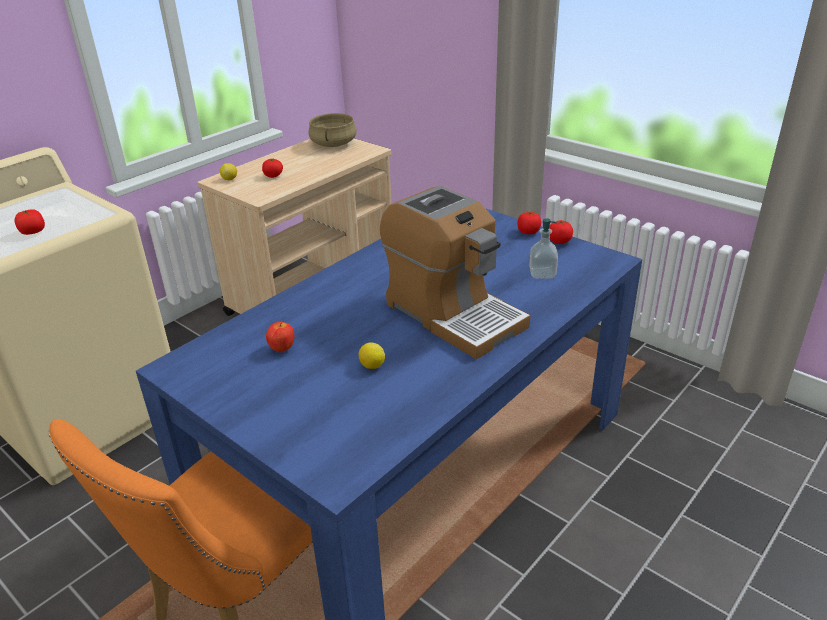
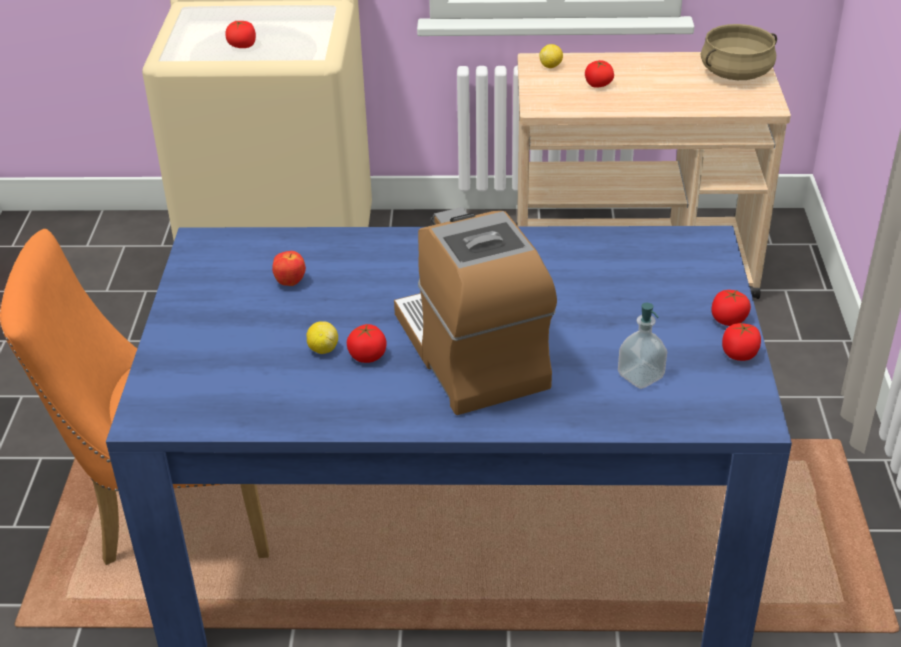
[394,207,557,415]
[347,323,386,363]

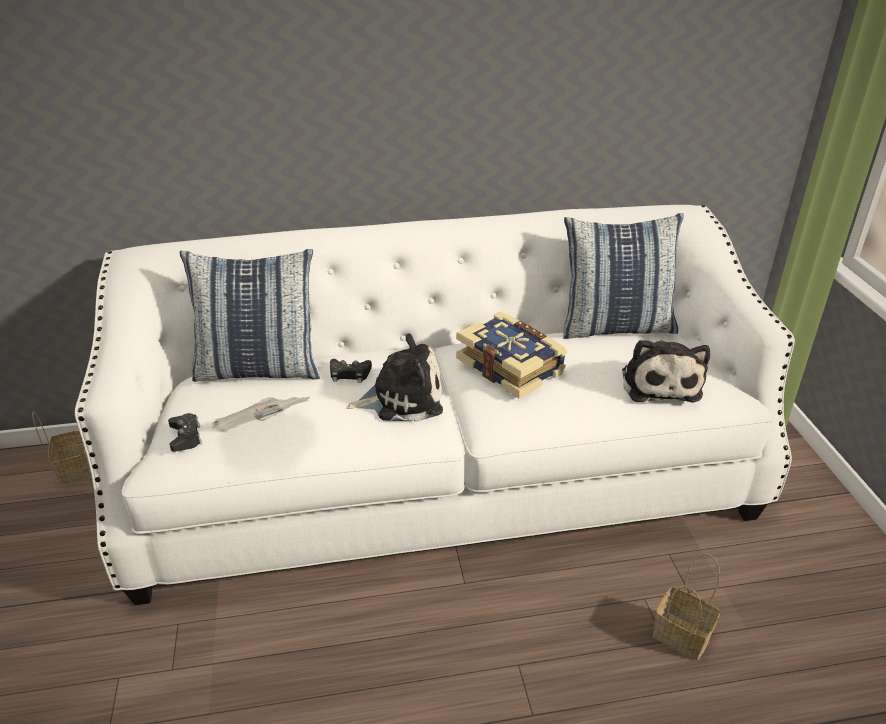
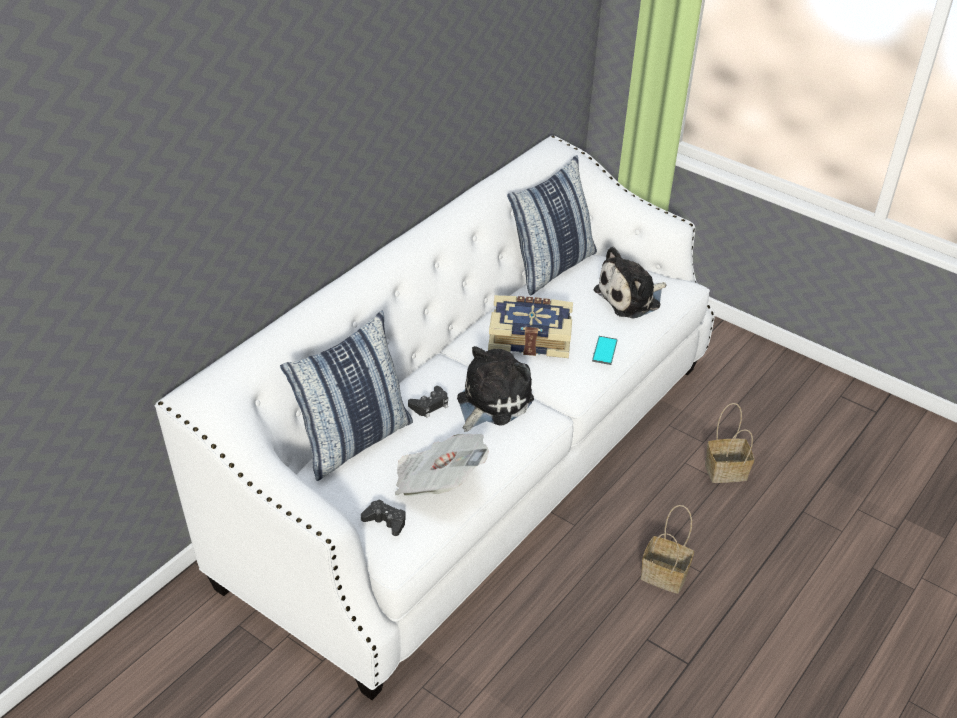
[593,247,666,318]
[641,505,694,594]
[592,336,618,365]

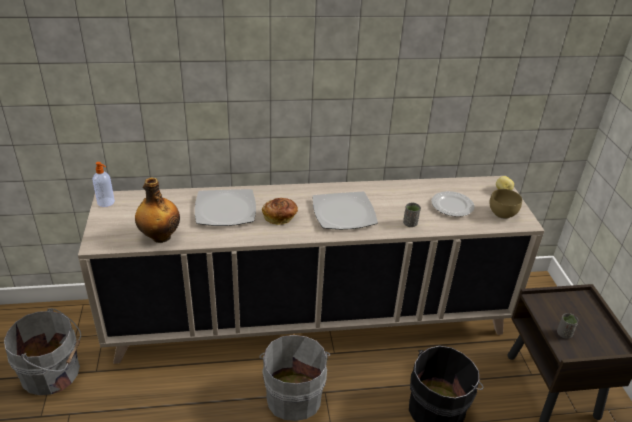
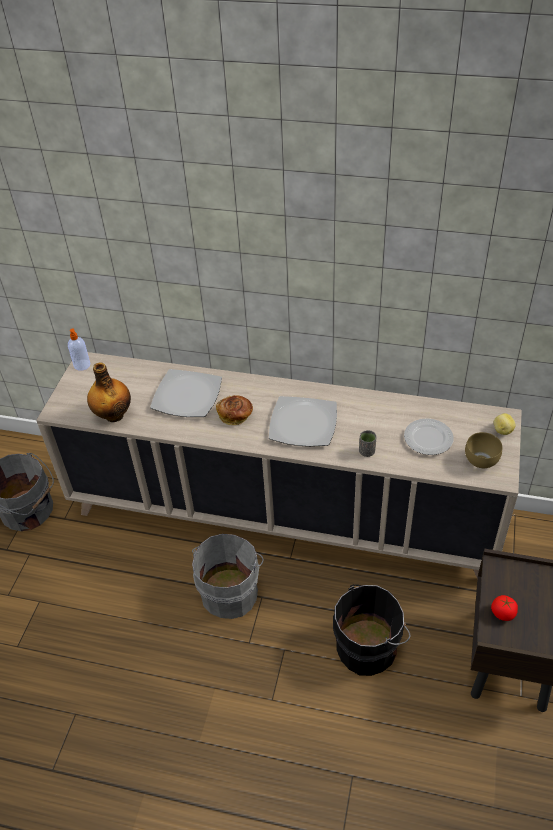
[491,595,518,621]

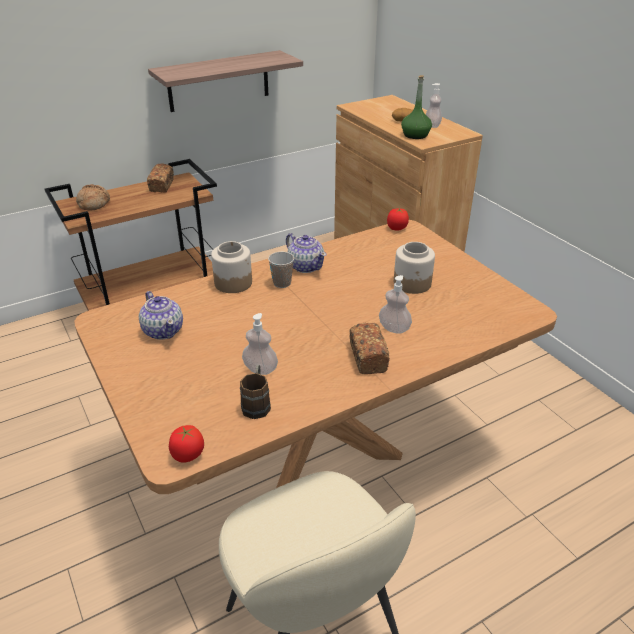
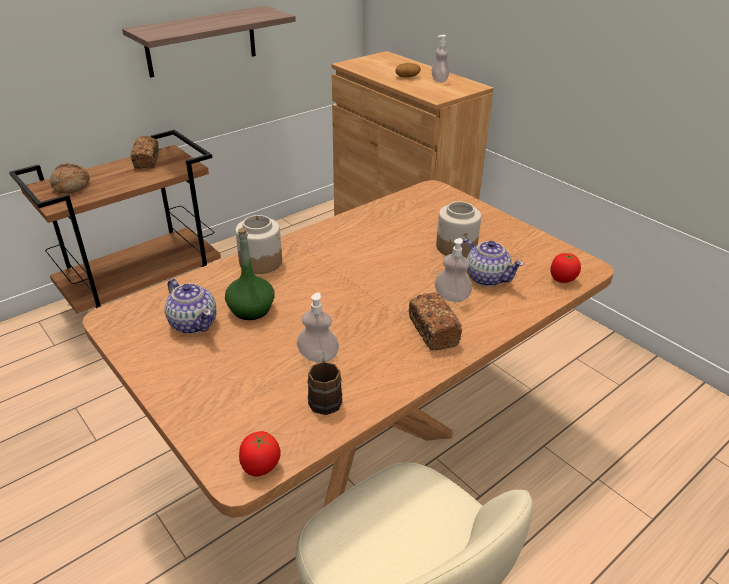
[225,228,274,320]
[551,253,581,283]
[461,239,524,287]
[268,252,294,288] (first image)

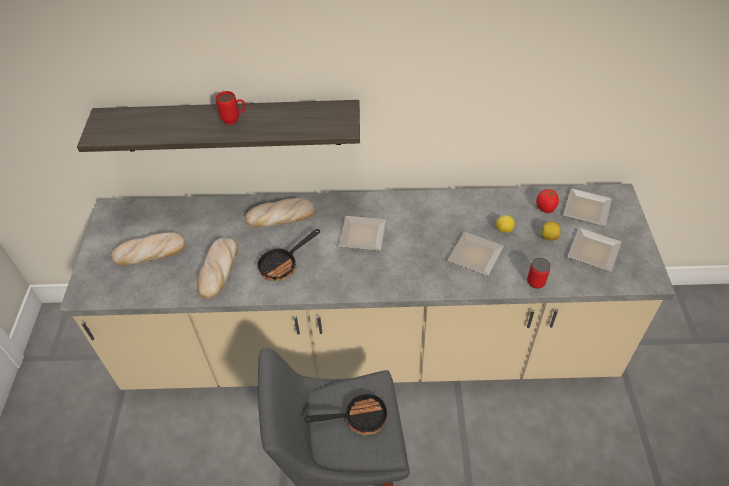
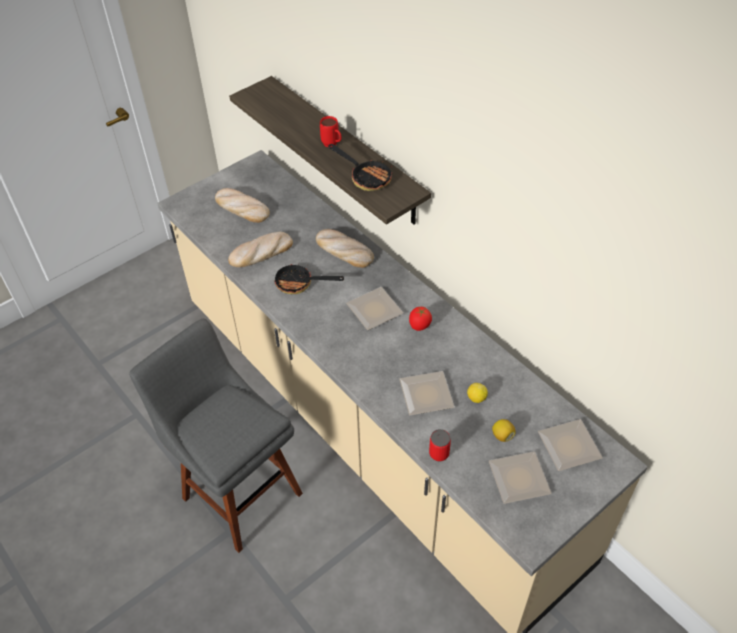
[409,307,432,331]
[328,144,392,191]

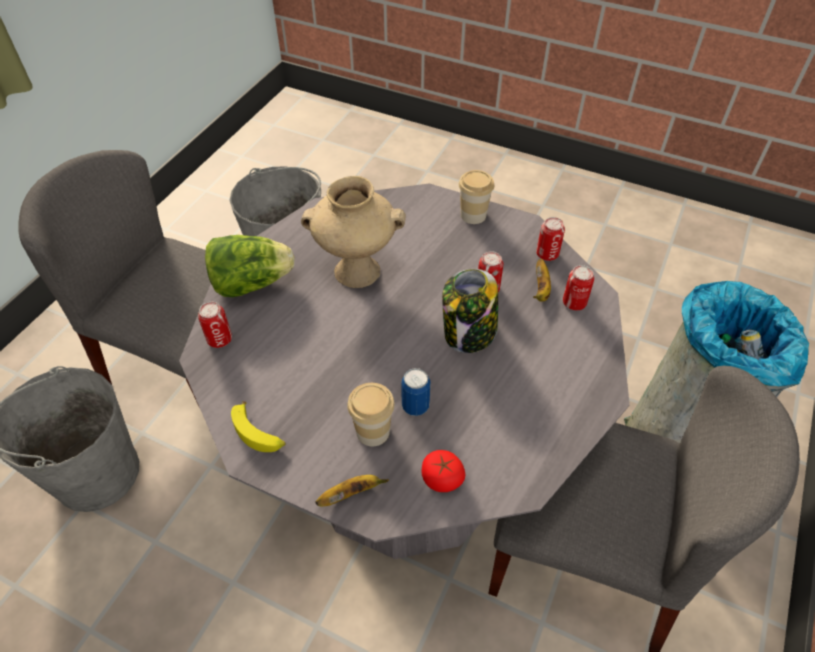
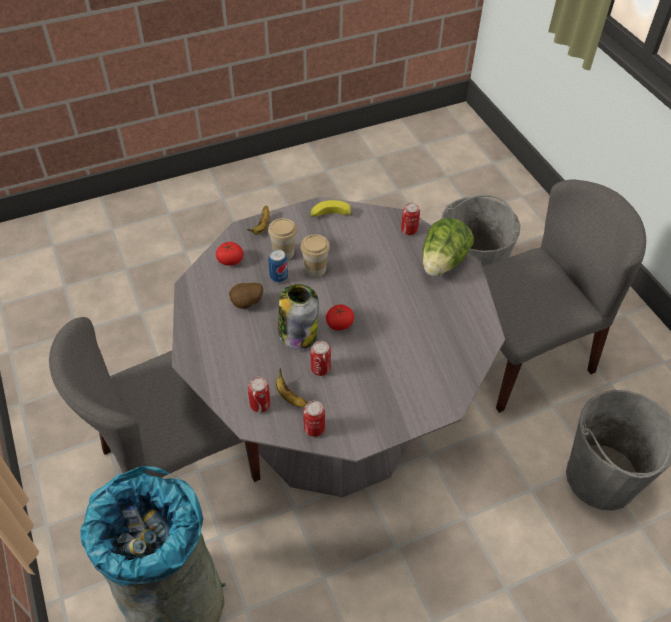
[300,234,330,277]
[301,176,406,288] (first image)
[229,283,263,309]
[326,305,354,331]

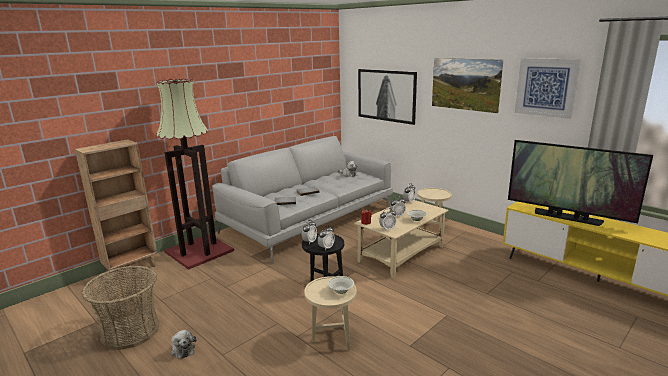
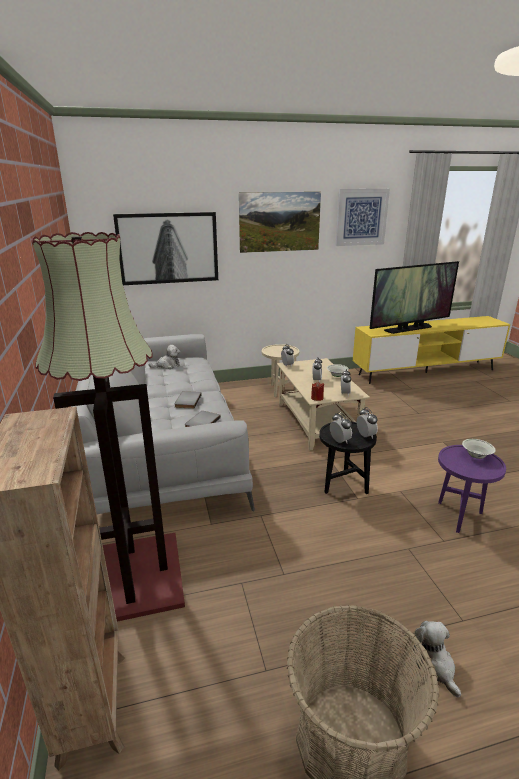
[438,445,506,533]
[413,621,461,698]

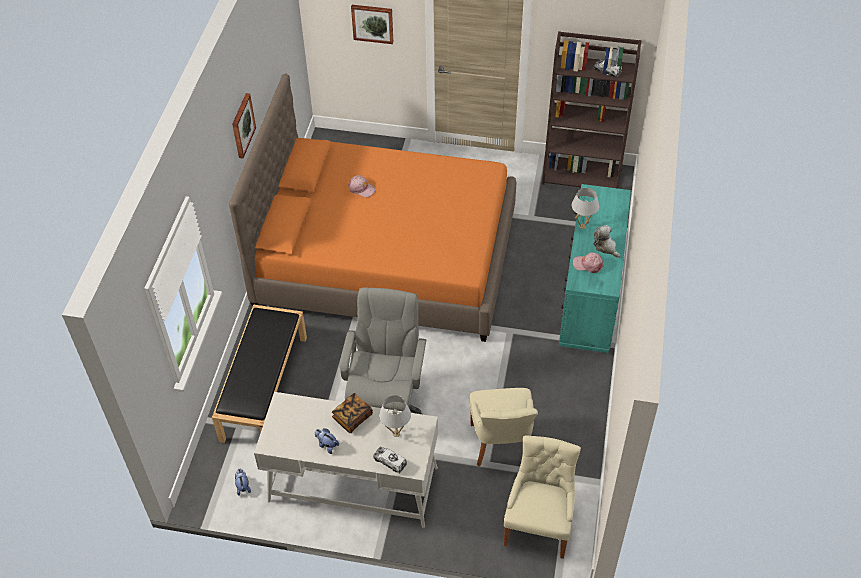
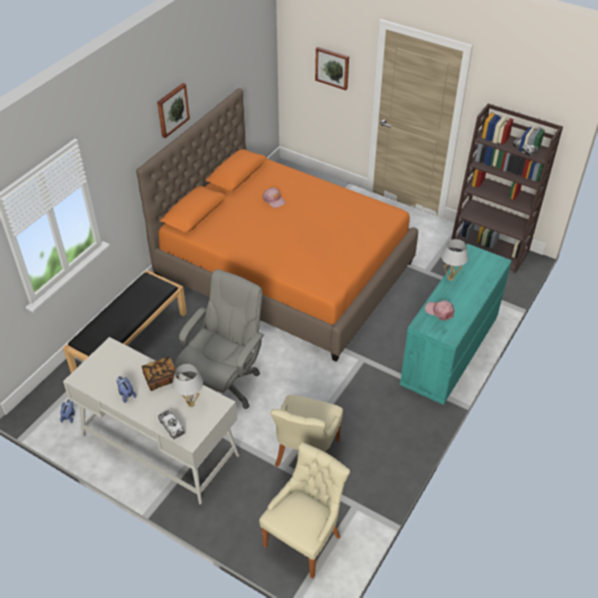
[593,225,620,258] (first image)

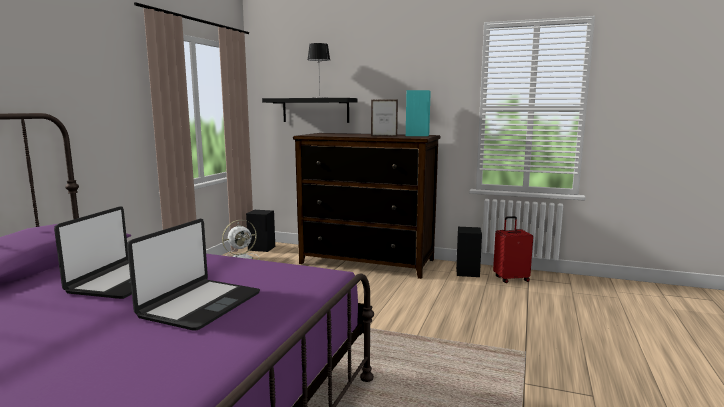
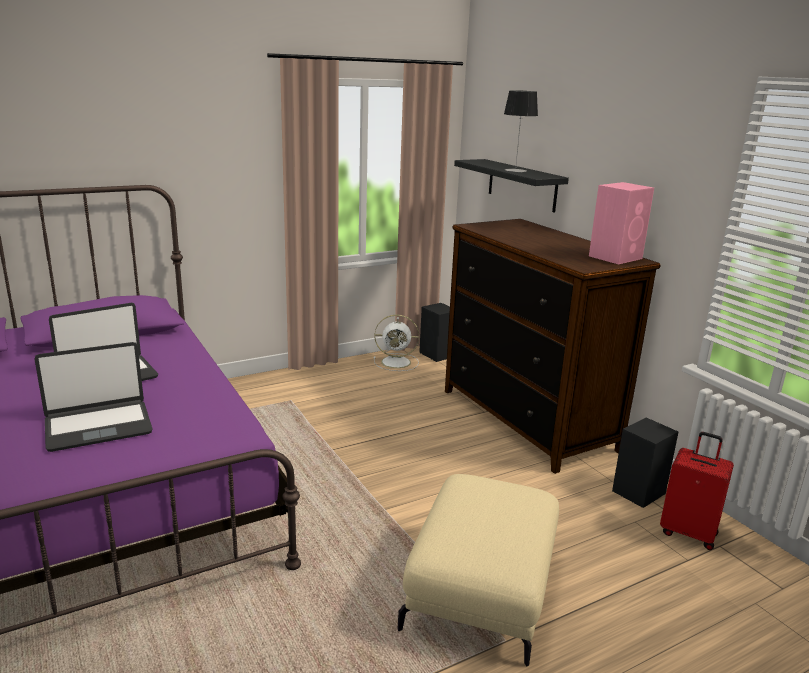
[589,182,654,265]
[371,100,398,137] (first image)
[397,474,559,666]

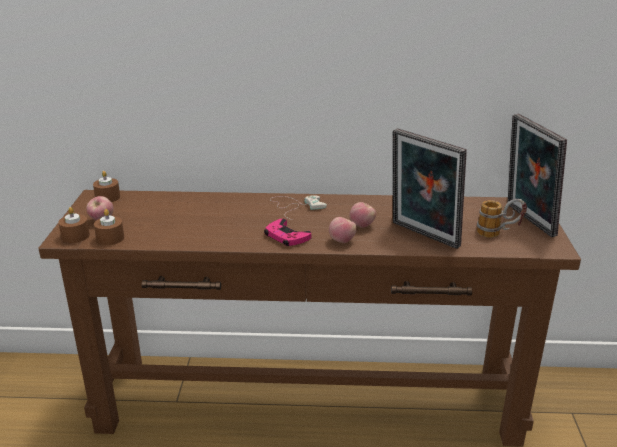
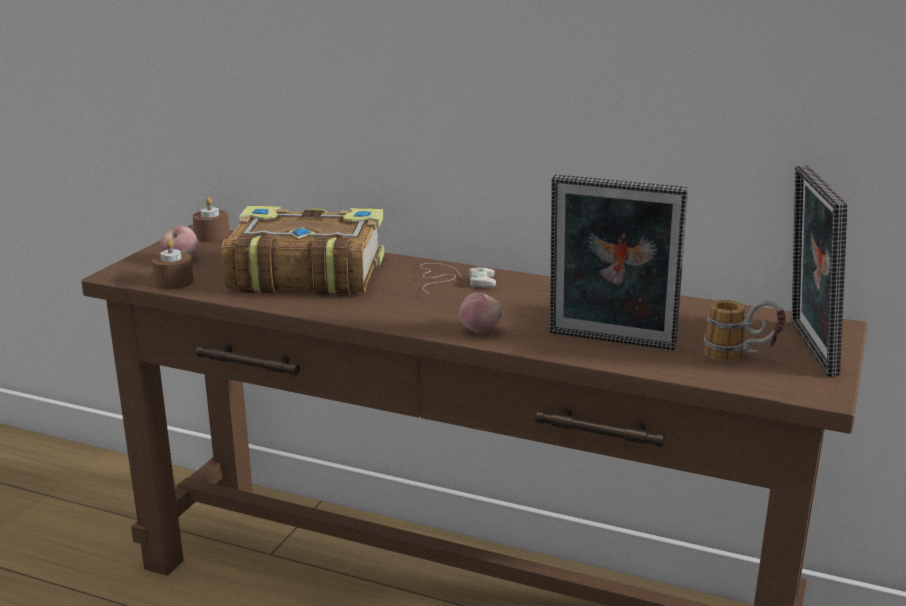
[550,175,688,350]
[349,202,376,228] (first image)
[58,207,90,243] (first image)
[264,218,311,246] (first image)
[222,206,384,296]

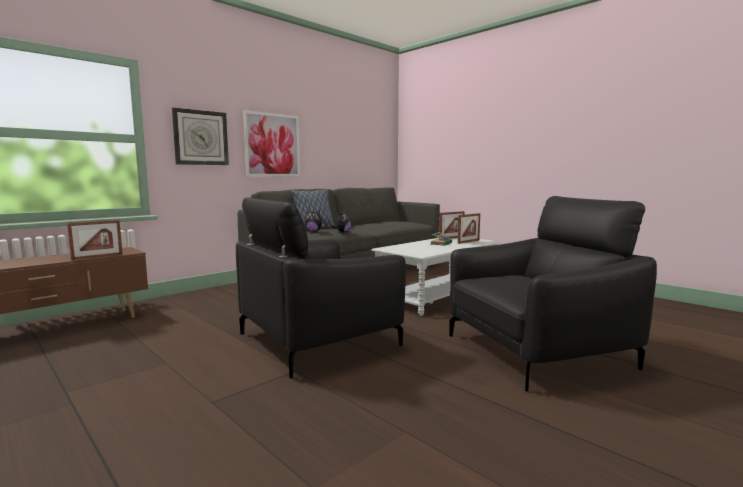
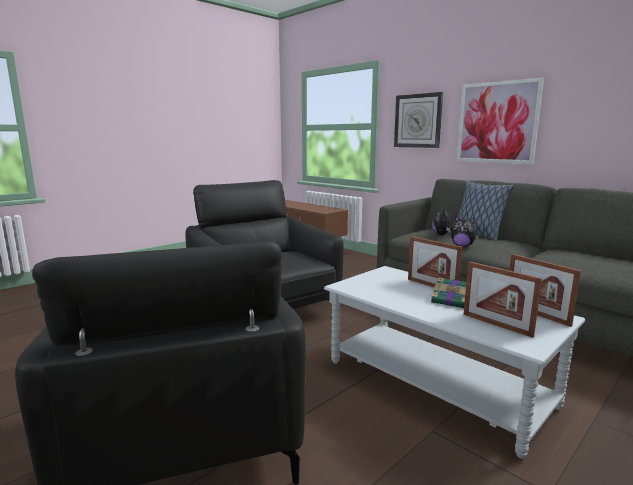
[408,236,462,287]

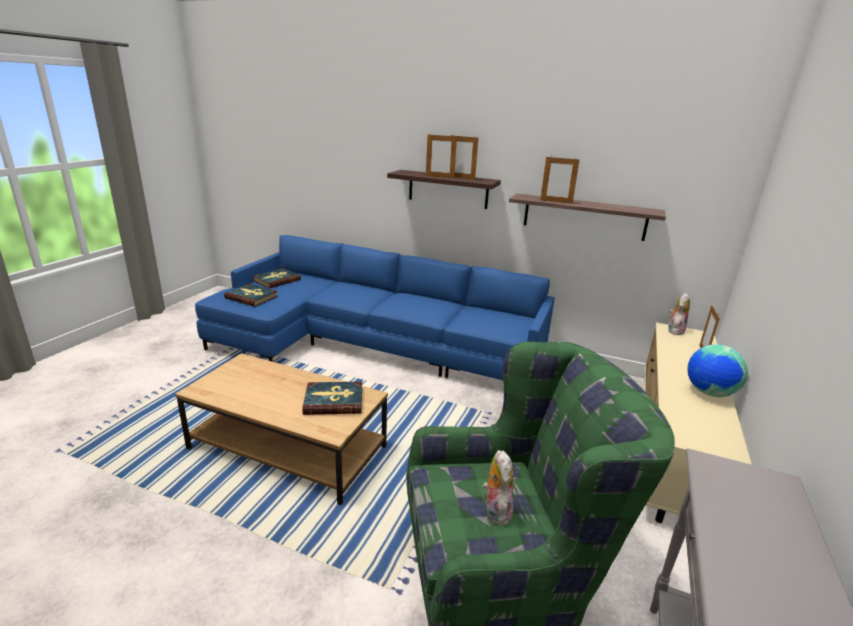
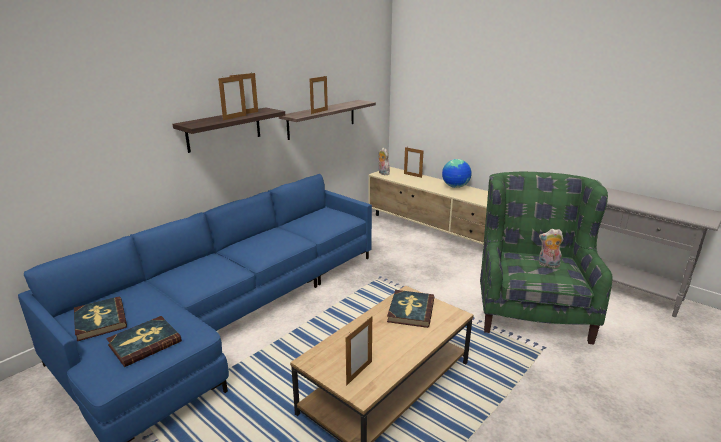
[346,316,372,385]

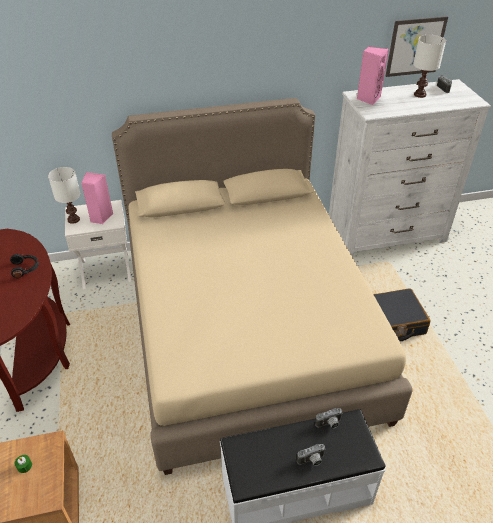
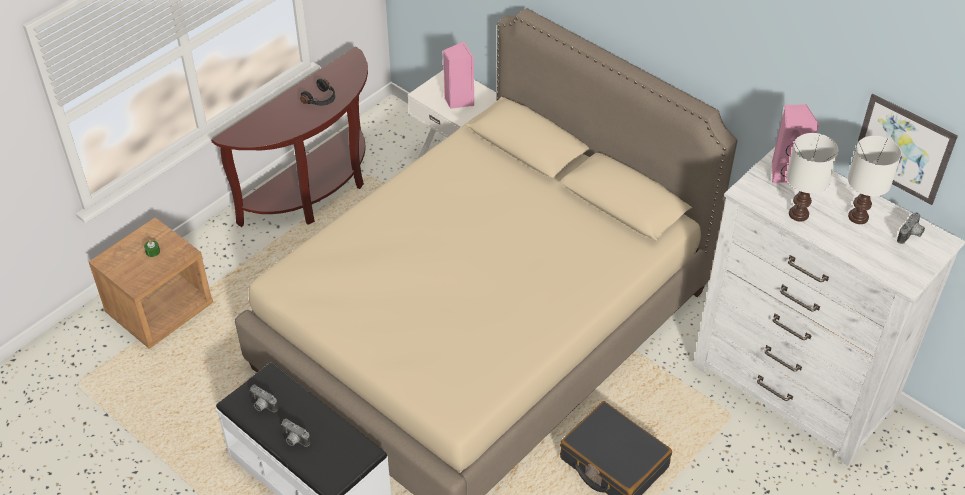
[787,133,838,221]
[250,384,278,412]

